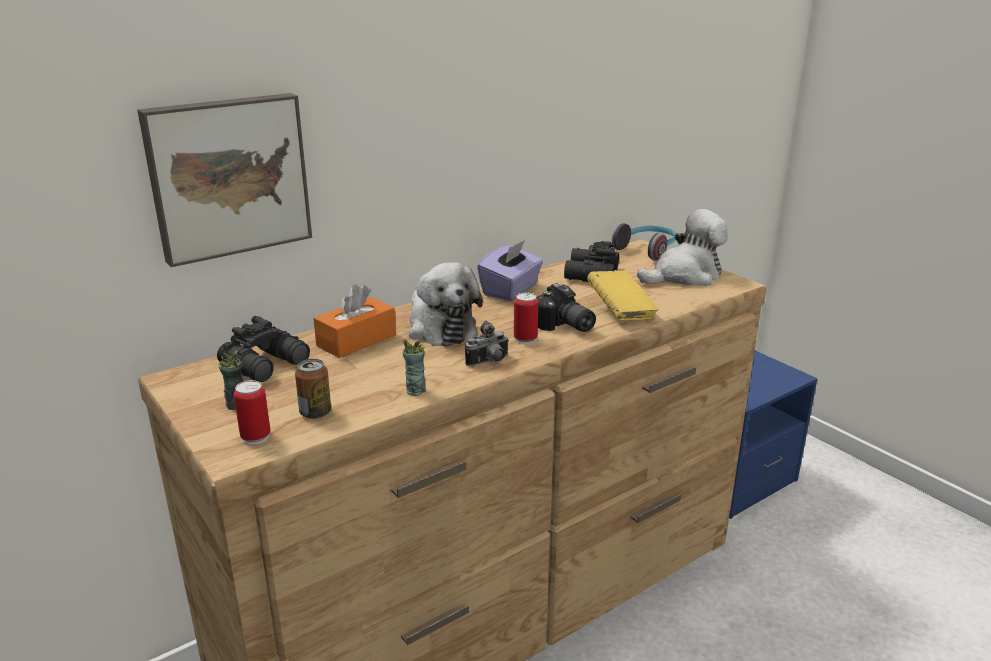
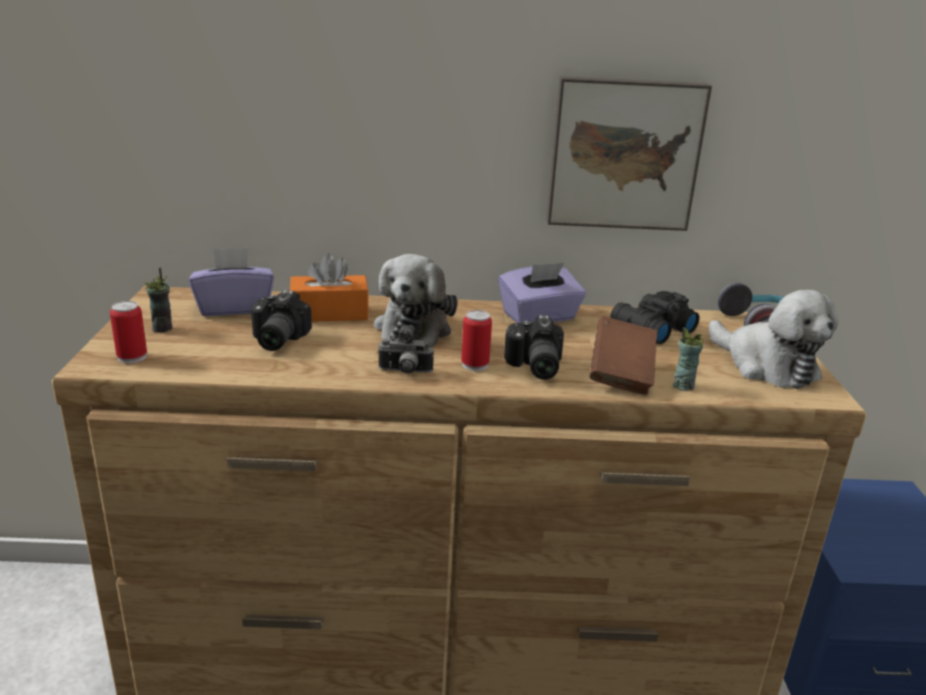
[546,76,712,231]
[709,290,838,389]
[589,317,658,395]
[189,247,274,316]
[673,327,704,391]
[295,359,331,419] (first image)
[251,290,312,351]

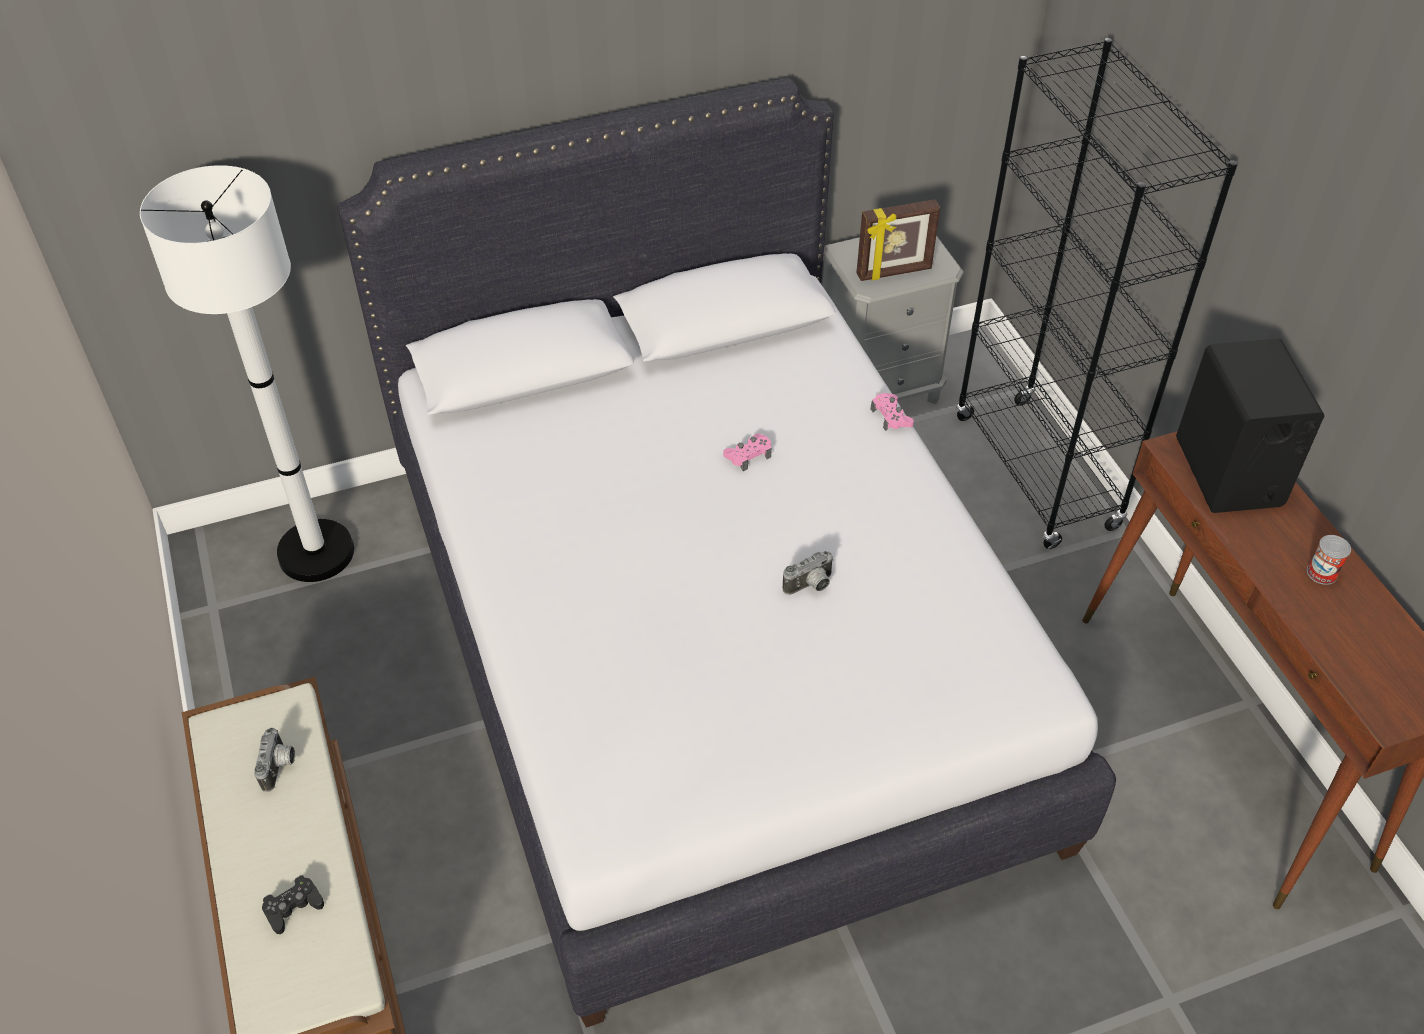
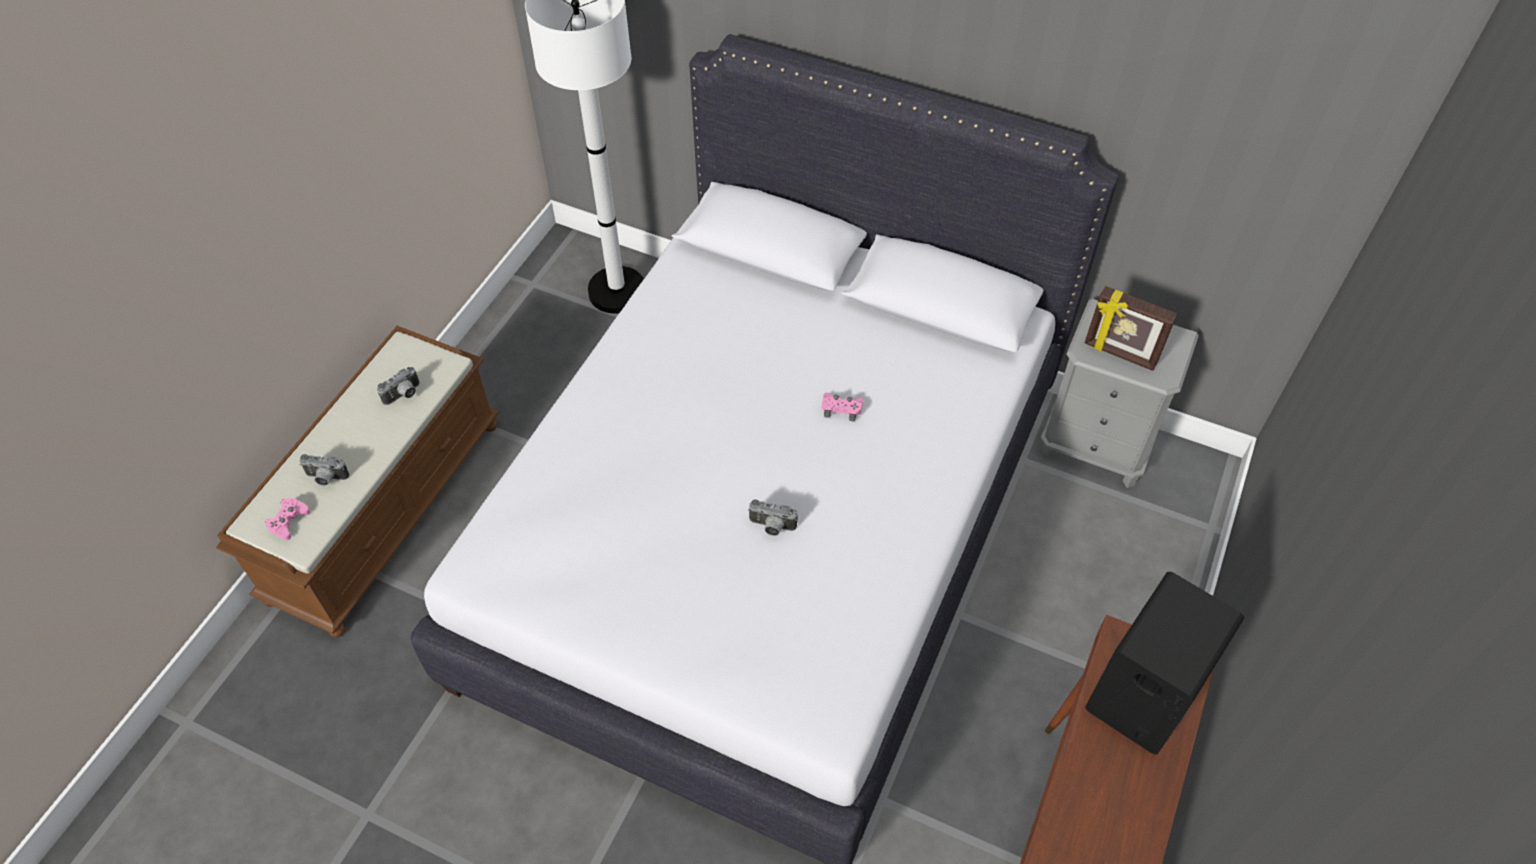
[956,38,1238,549] (first image)
[265,498,310,540]
[1307,535,1351,585] (first image)
[299,454,349,486]

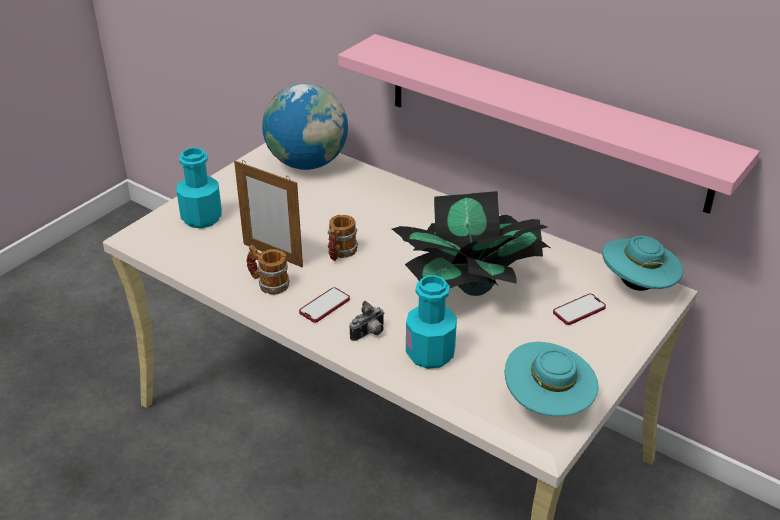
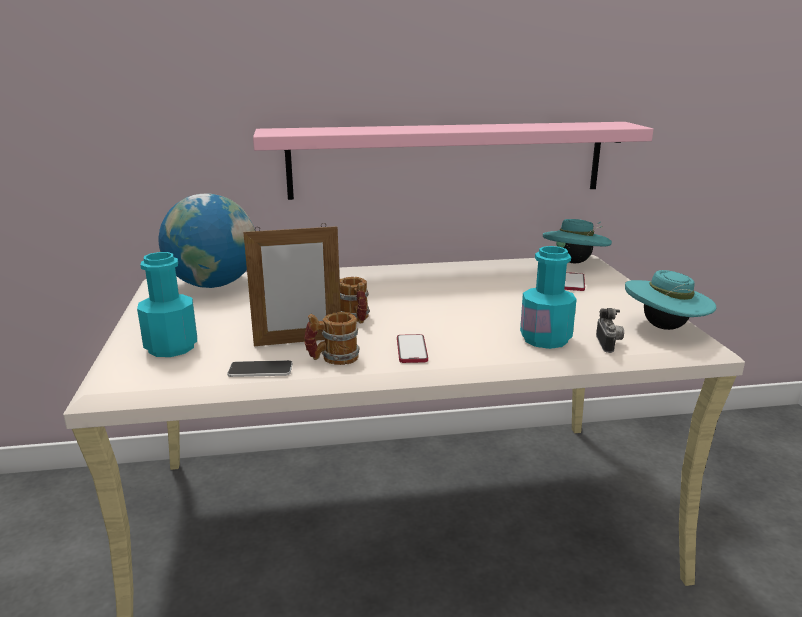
[392,191,552,296] (first image)
[596,308,624,353]
[227,360,293,377]

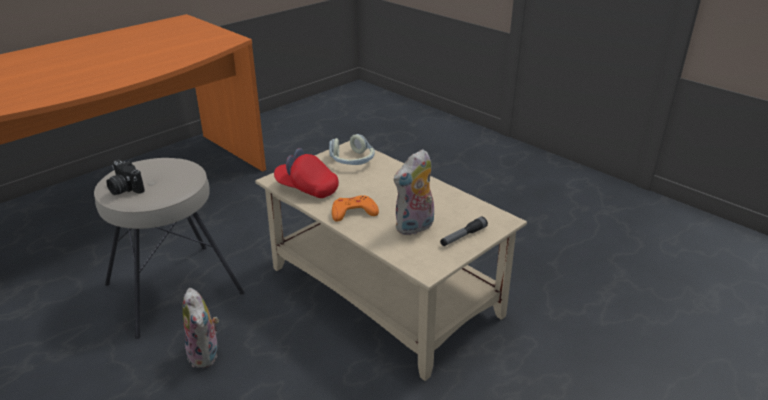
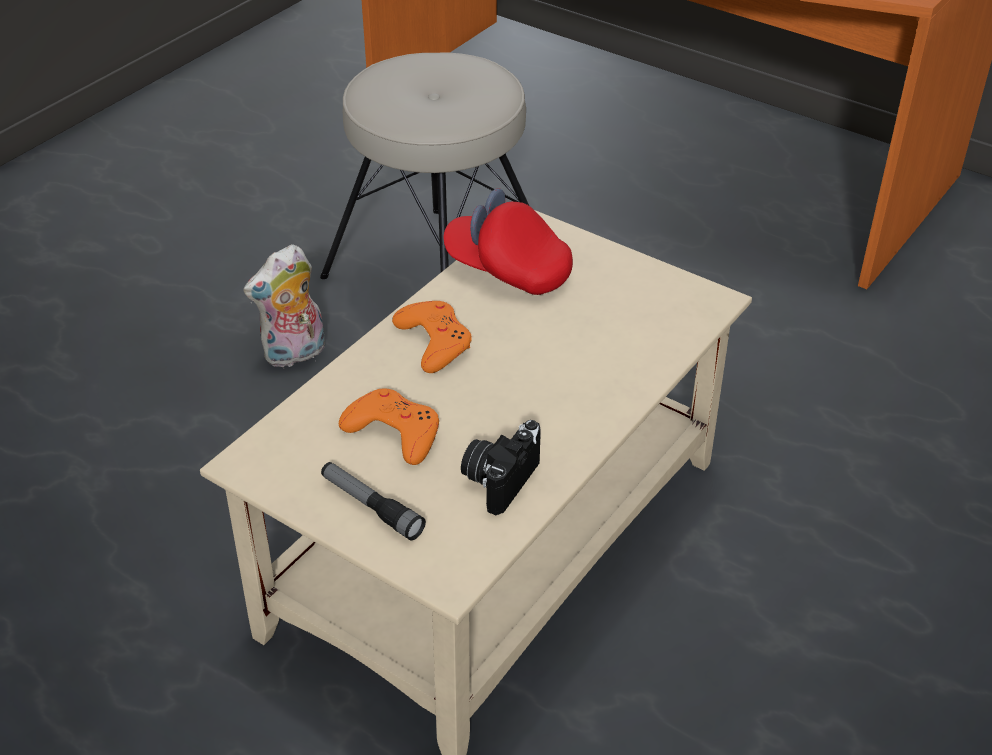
[329,134,375,165] (first image)
[443,188,573,295]
[339,388,439,465]
[461,420,541,515]

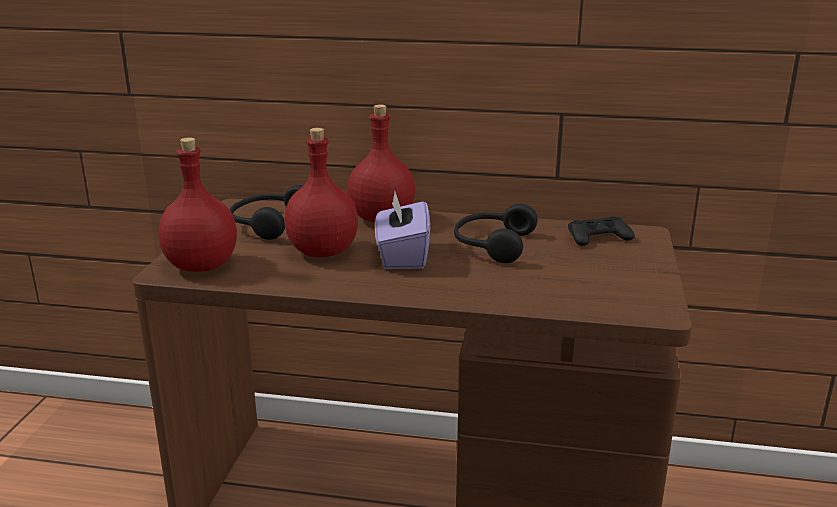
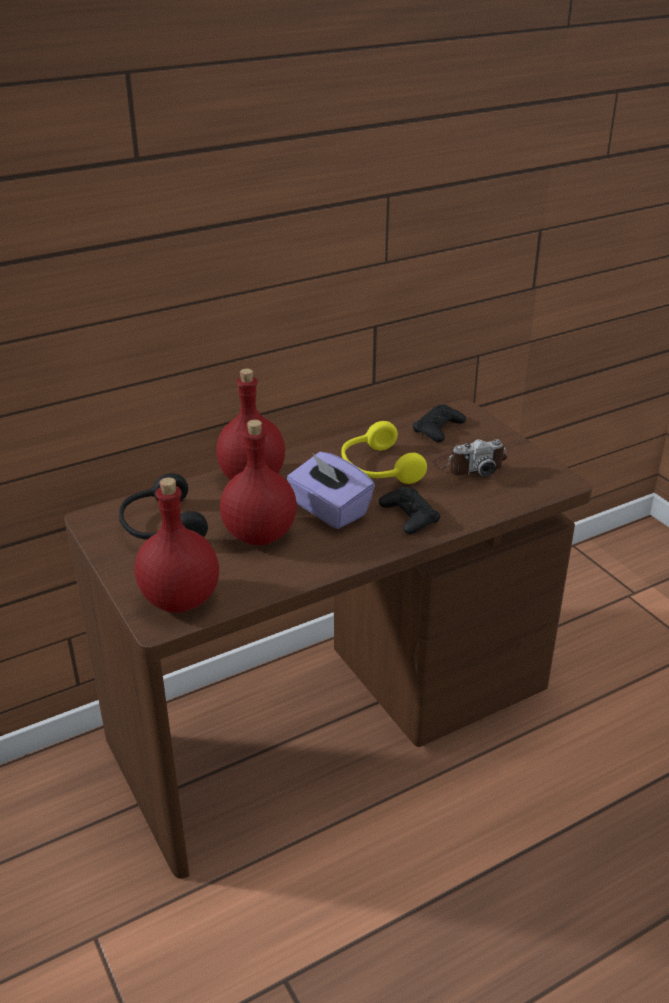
[341,421,427,484]
[433,439,507,477]
[379,487,440,534]

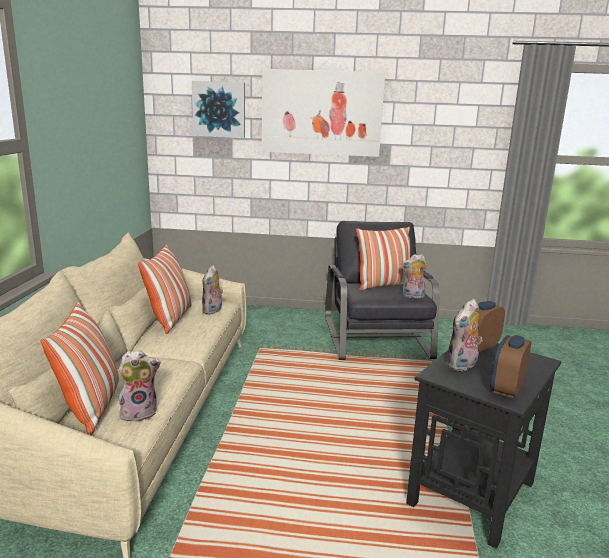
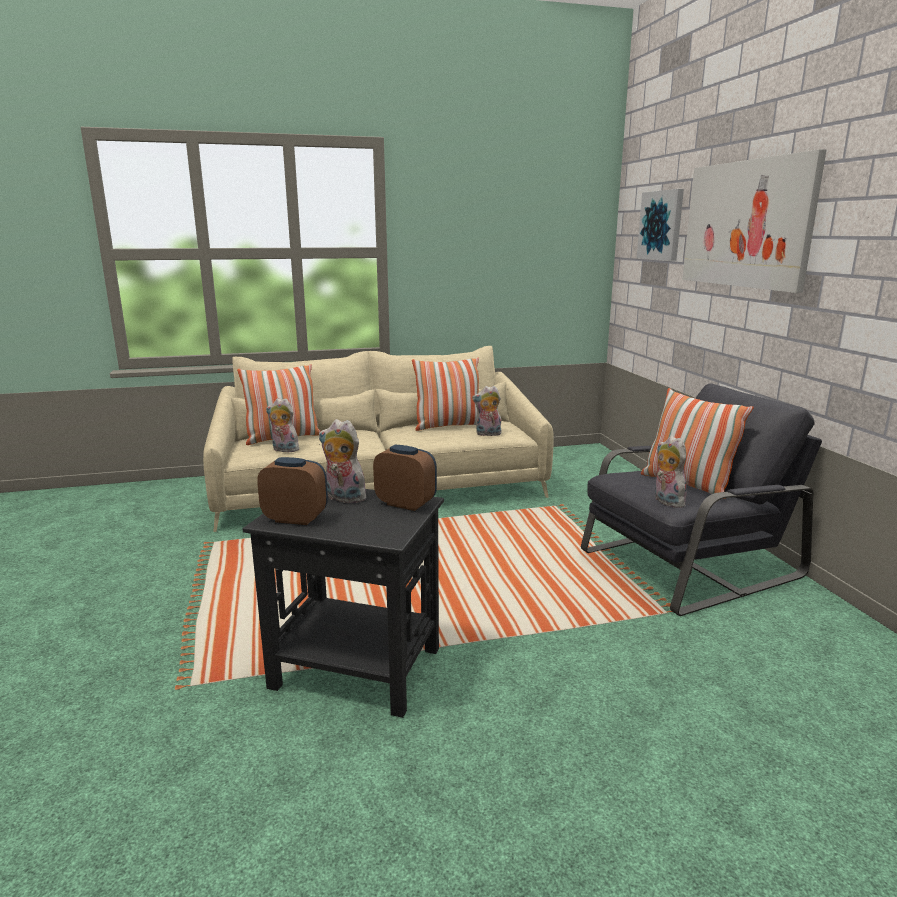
[266,398,299,452]

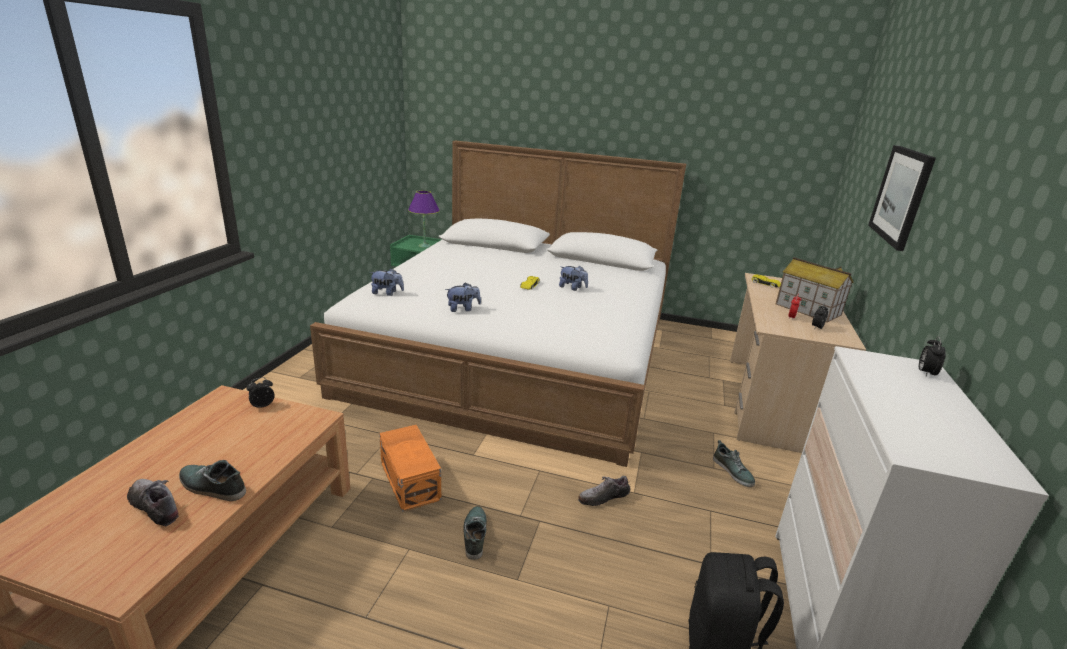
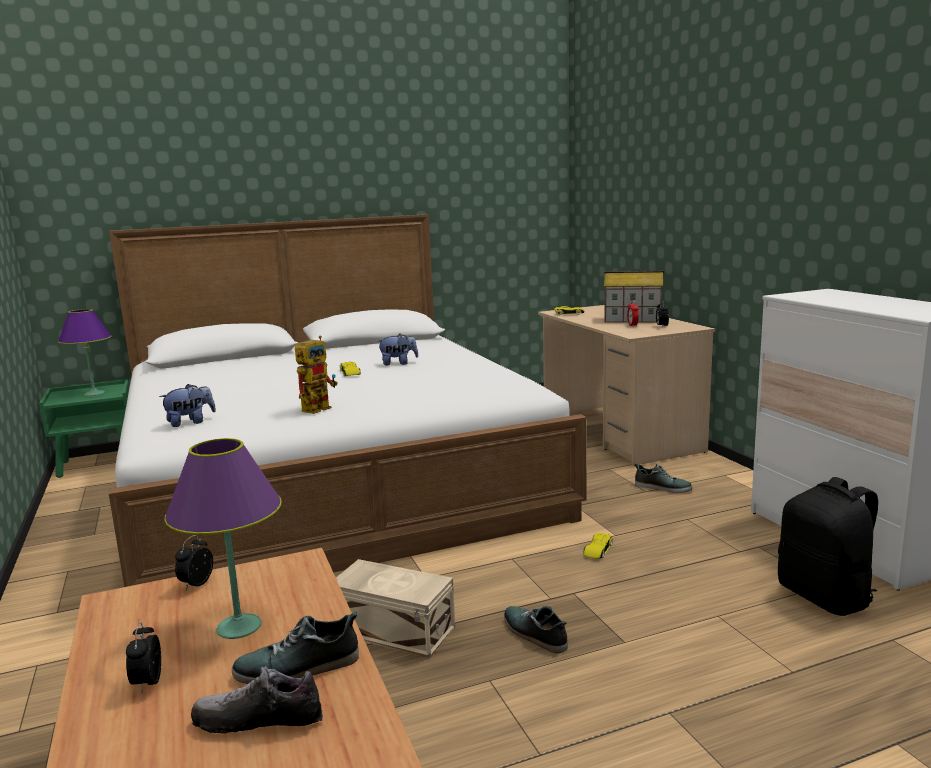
[868,145,936,251] (first image)
[295,336,338,414]
[126,622,161,694]
[336,559,455,658]
[583,533,613,559]
[164,438,282,639]

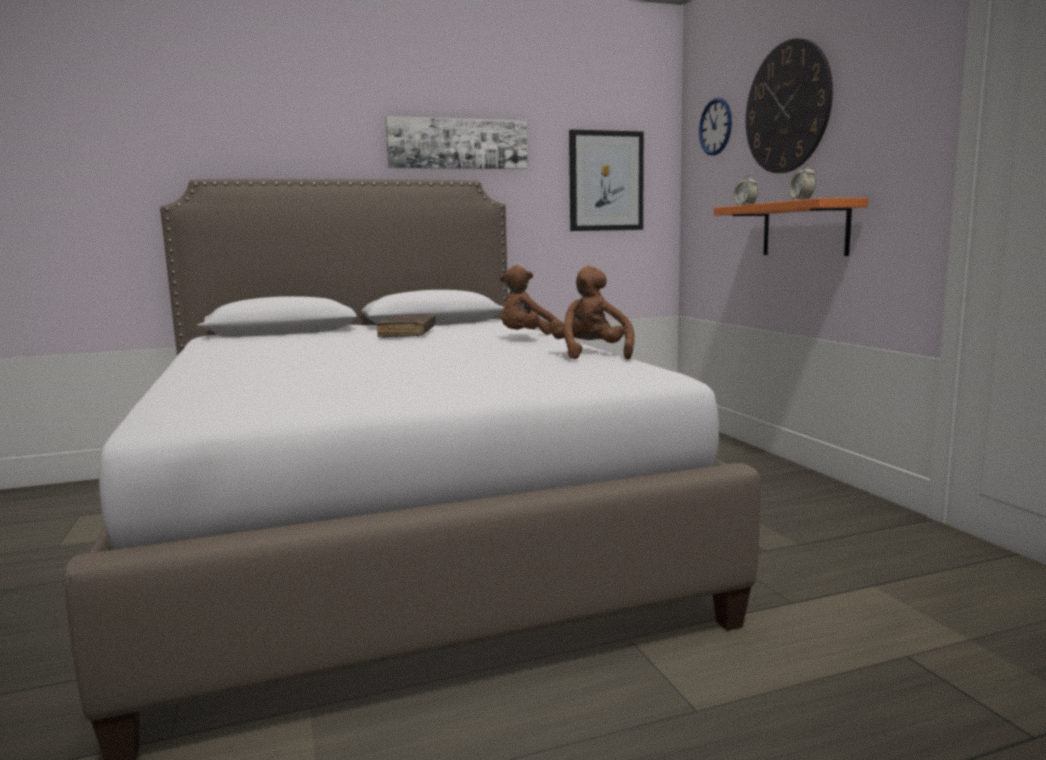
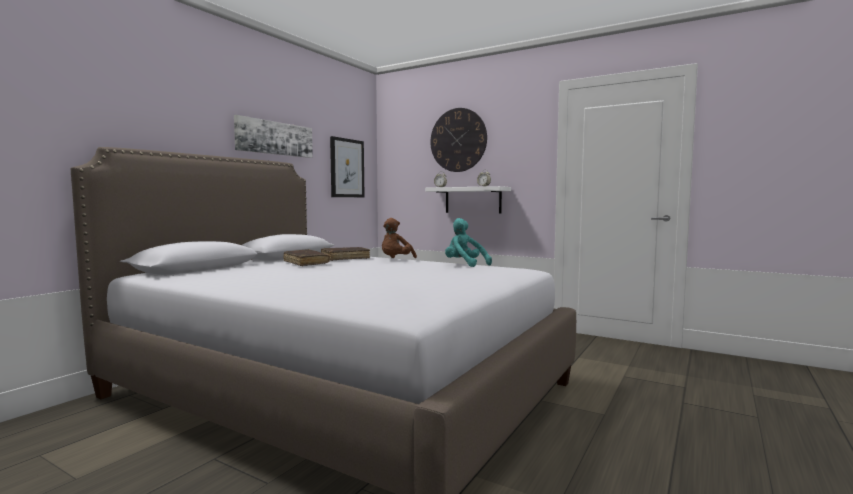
[699,98,732,155] (first image)
[425,186,511,214]
[445,218,492,267]
[321,247,370,261]

